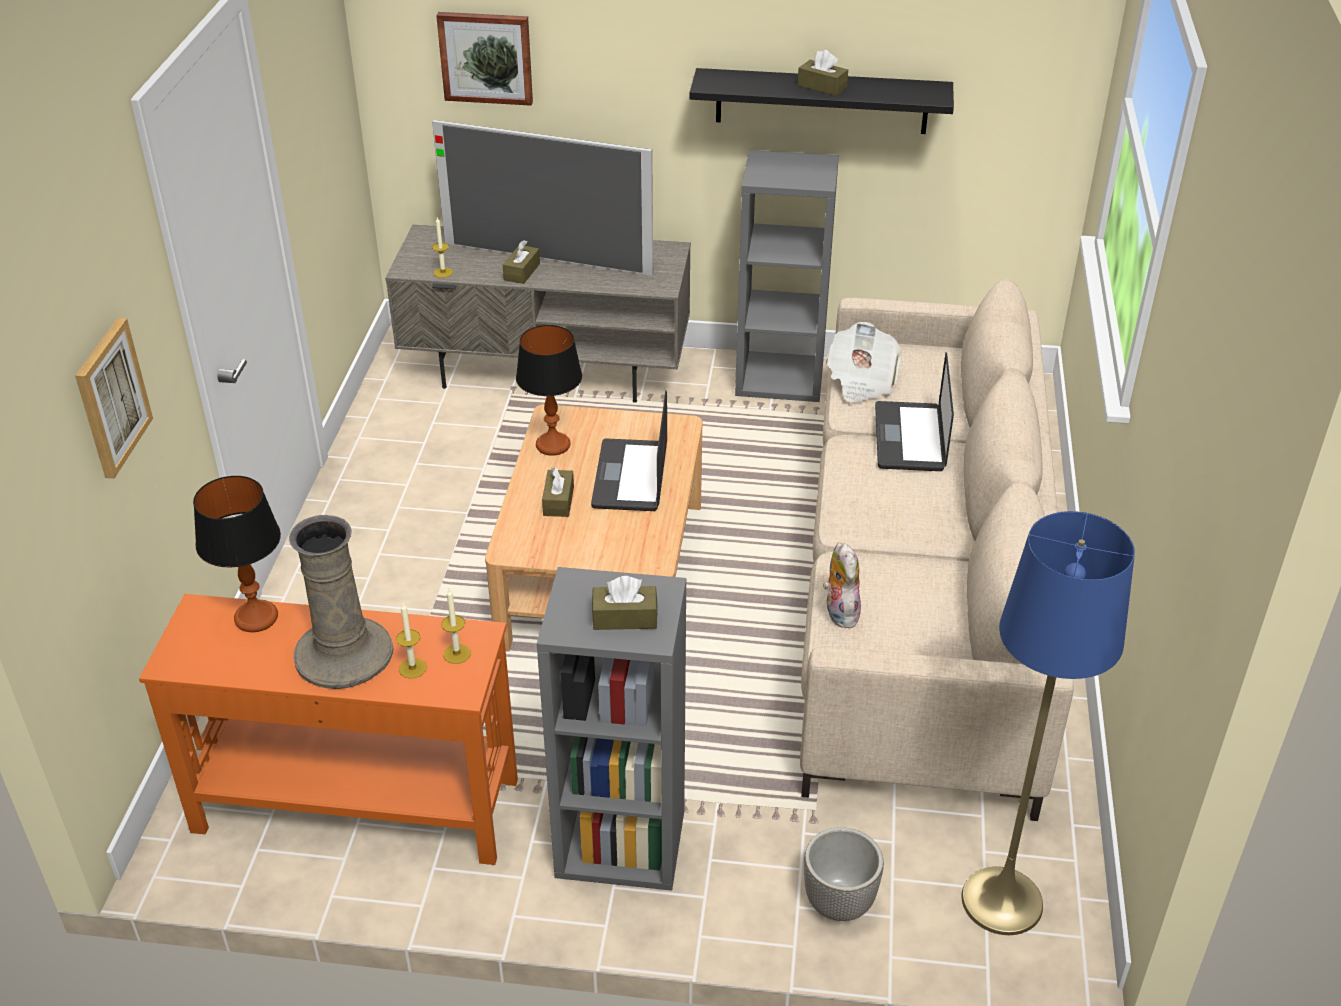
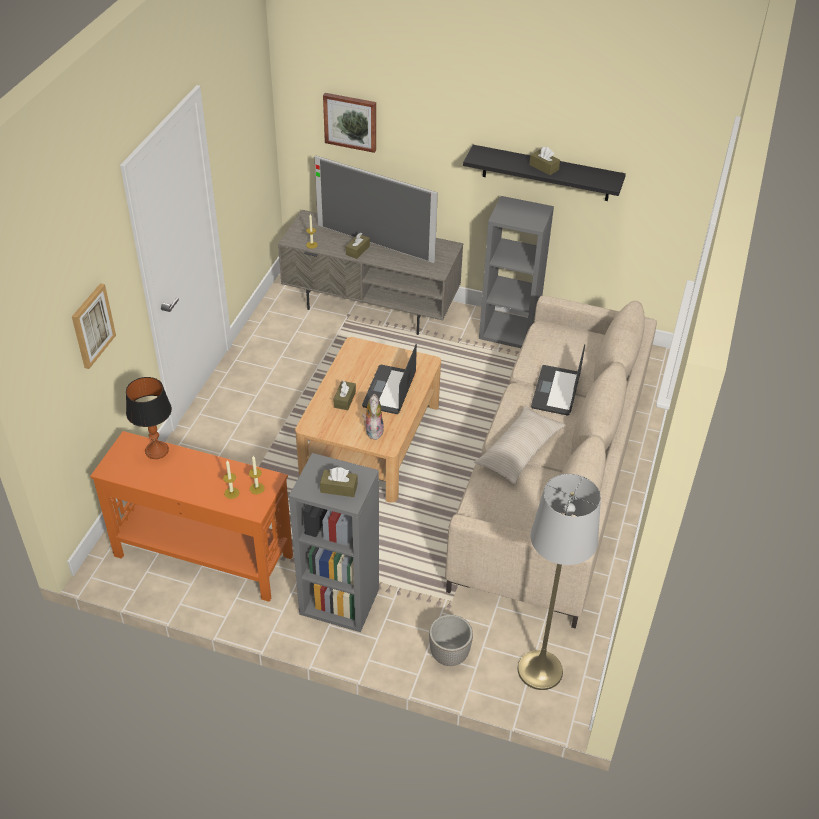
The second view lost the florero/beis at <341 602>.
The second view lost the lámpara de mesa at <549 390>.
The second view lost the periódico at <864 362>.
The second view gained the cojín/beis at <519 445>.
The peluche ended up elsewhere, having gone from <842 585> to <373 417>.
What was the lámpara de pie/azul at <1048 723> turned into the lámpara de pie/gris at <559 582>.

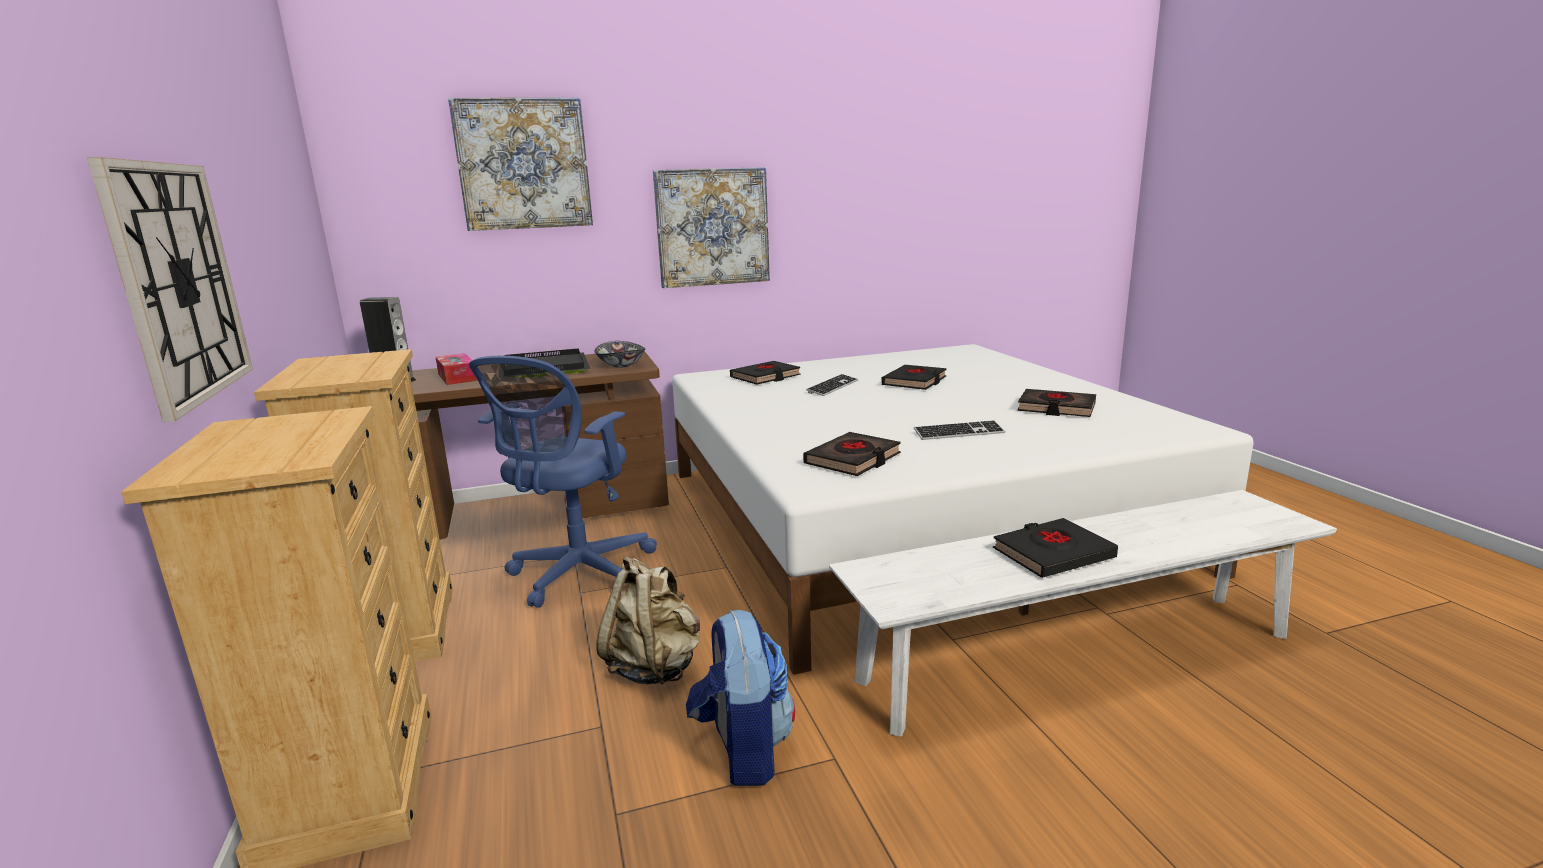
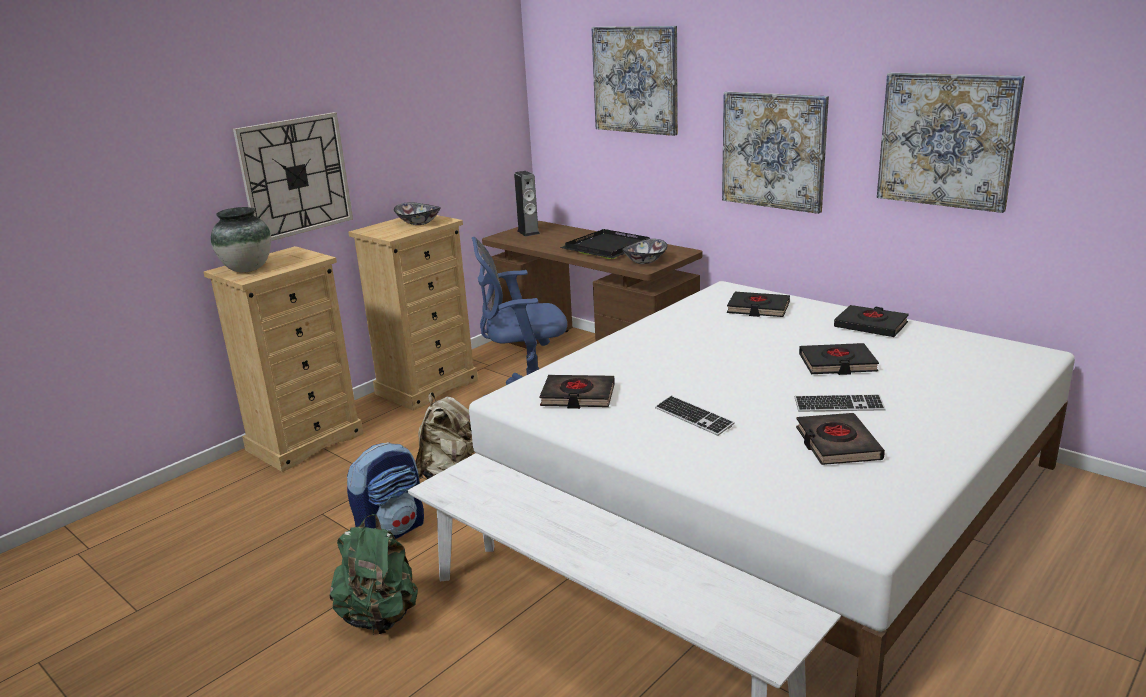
The second view lost the caja de pañuelos at <456 369>.
The second view gained the florero at <241 239>.
The second view gained the mochila/verde at <374 574>.
The second view gained the cuenco at <417 213>.
The second view gained the cuadro at <951 142>.
The teclado ended up elsewhere, having gone from <832 385> to <840 403>.
The libro/negro ended up elsewhere, having gone from <1055 548> to <871 321>.

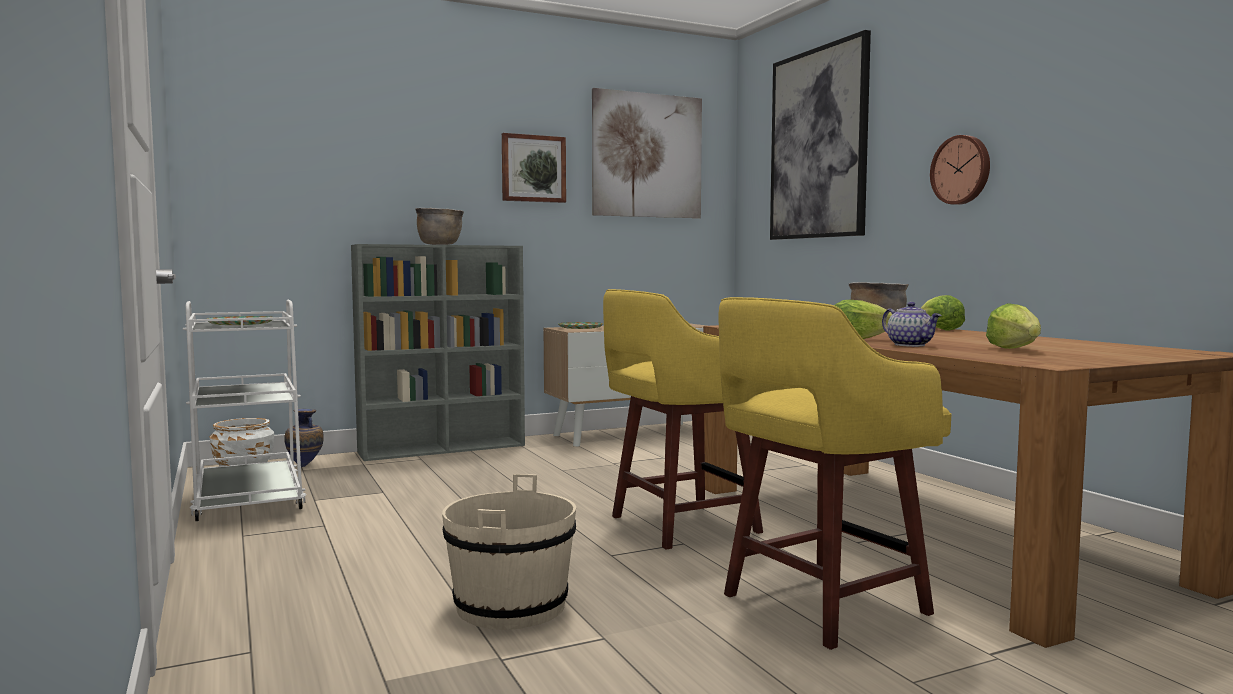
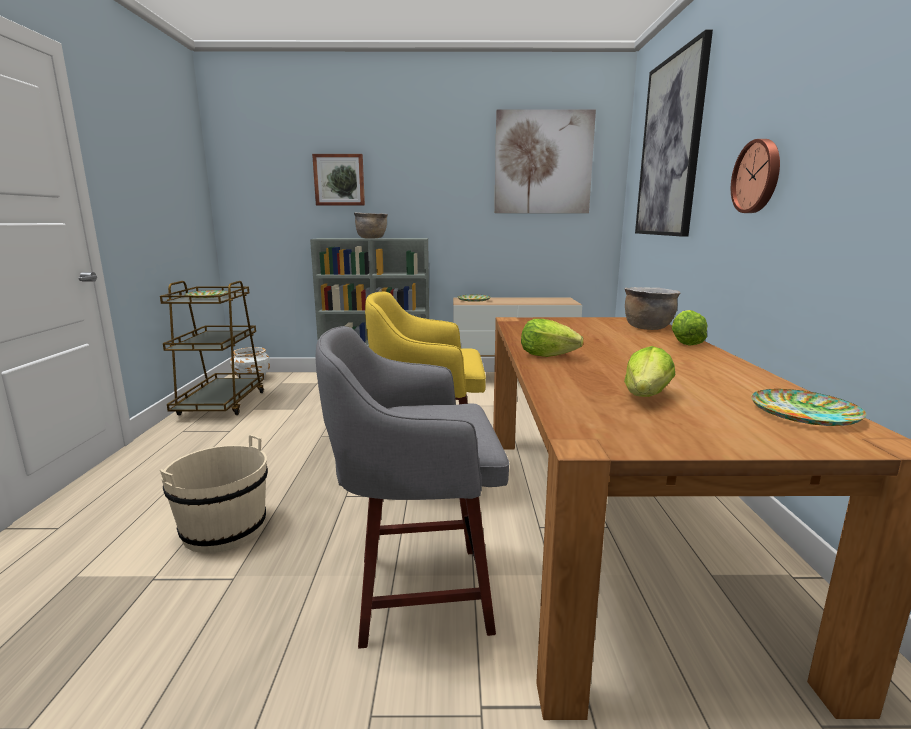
The second view lost the florero at <304 438>.
The second view lost the tetera at <911 324>.
The second view gained the plato at <808 407>.
The cuadro ended up elsewhere, having gone from <534 168> to <338 180>.
What was the carrito/blanco at <244 410> turned into the carrito/marrón at <212 348>.
What was the taburete/amarillo at <835 473> turned into the taburete/gris at <412 487>.

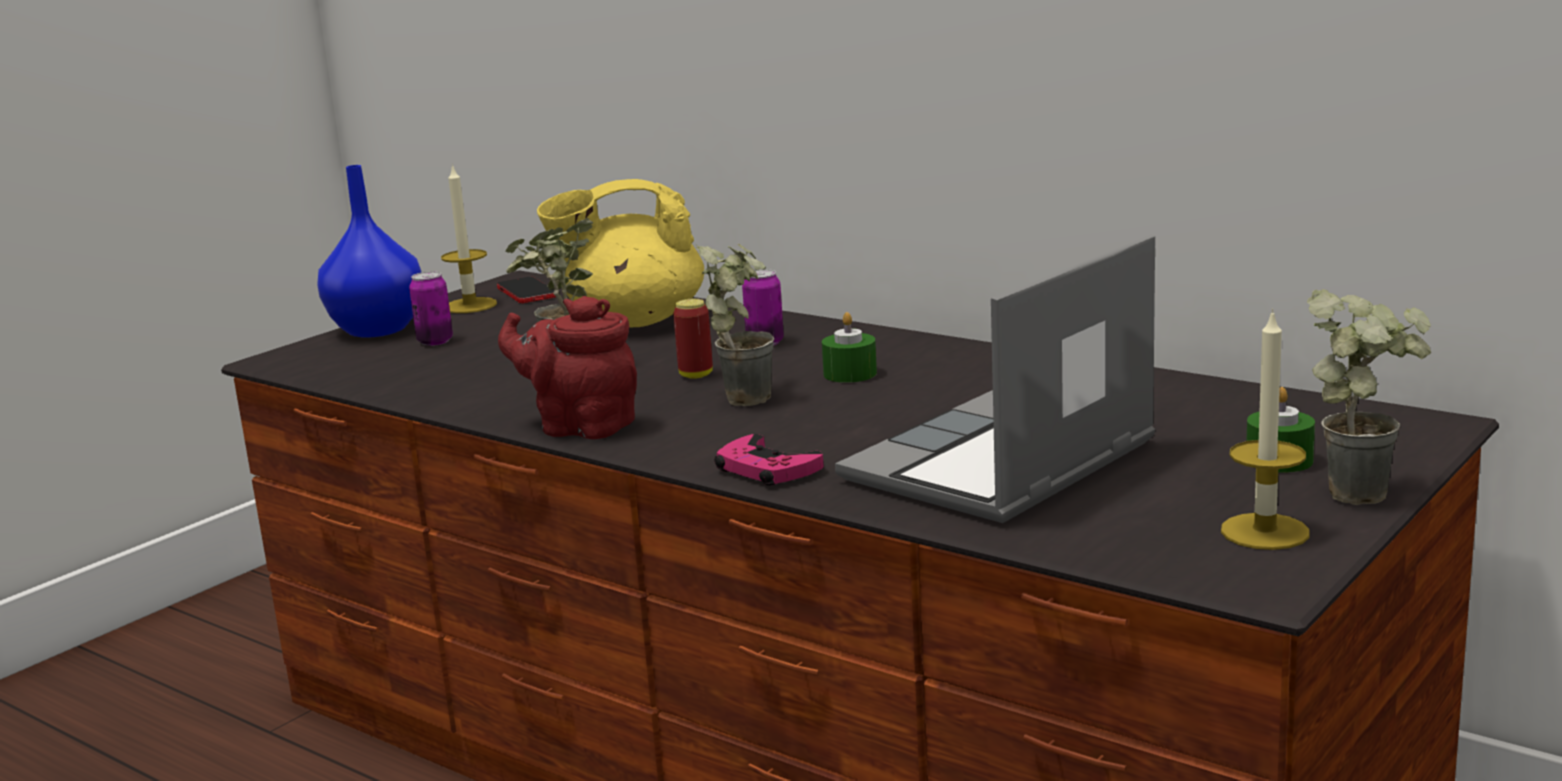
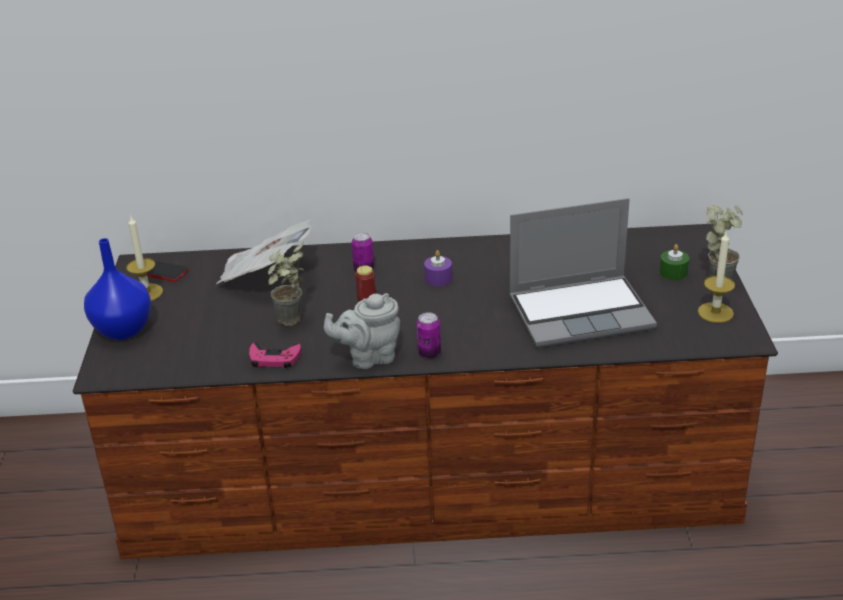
The second view lost the planta en maceta at <735 324>.
The lata ended up elsewhere, having gone from <431 308> to <428 335>.
The mando de consola/rosa ended up elsewhere, having gone from <769 460> to <275 355>.
Where the tetera/amarillo stood at <620 253>, the periódico came to stand at <263 251>.
What was the tetera/rojo at <567 367> turned into the tetera/gris at <362 331>.
What was the vela/verde at <849 347> turned into the vela/morado at <438 268>.
The portátil at <995 378> ended up facing another way, 105 degrees counterclockwise from before.

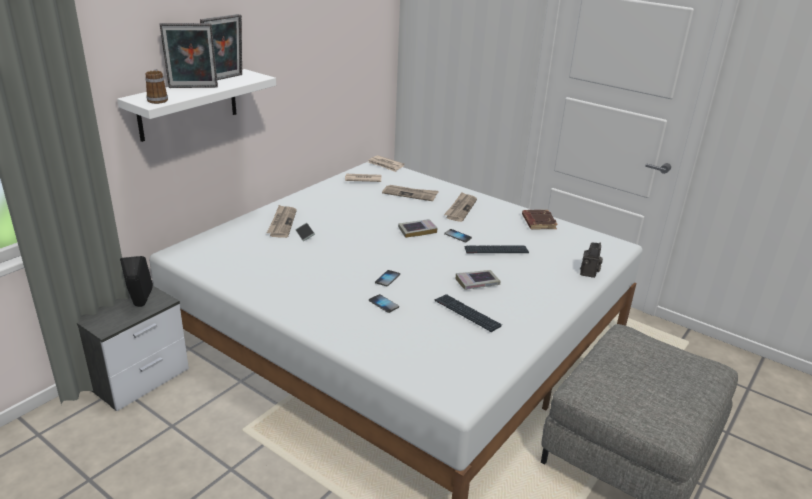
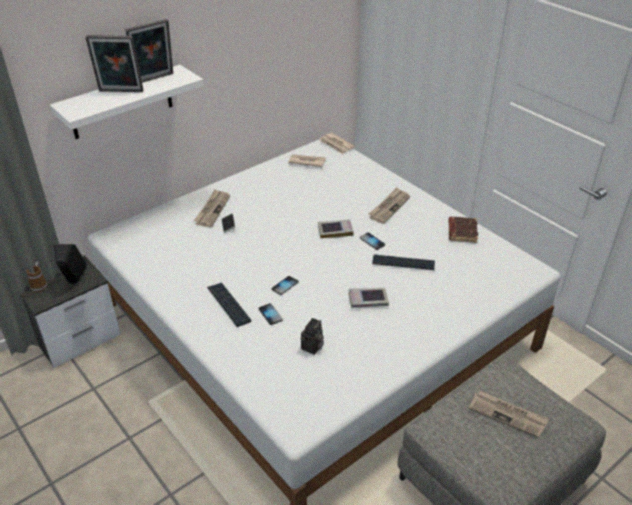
The taza grande ended up elsewhere, having gone from <156 86> to <37 277>.
The periódico ended up elsewhere, having gone from <410 193> to <508 414>.
The teclado ended up elsewhere, having gone from <468 313> to <229 304>.
The cámara ended up elsewhere, having gone from <591 260> to <312 336>.

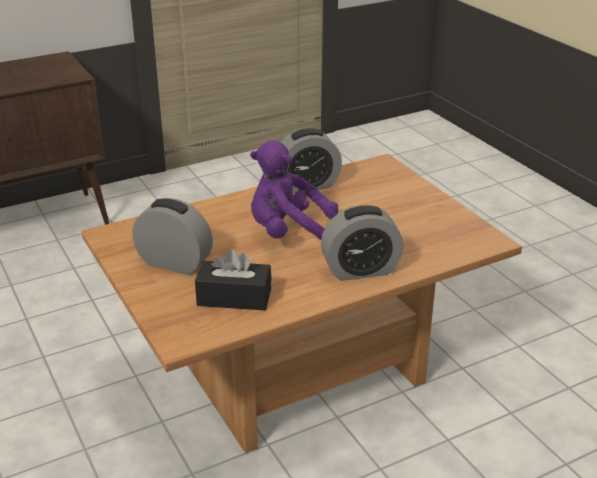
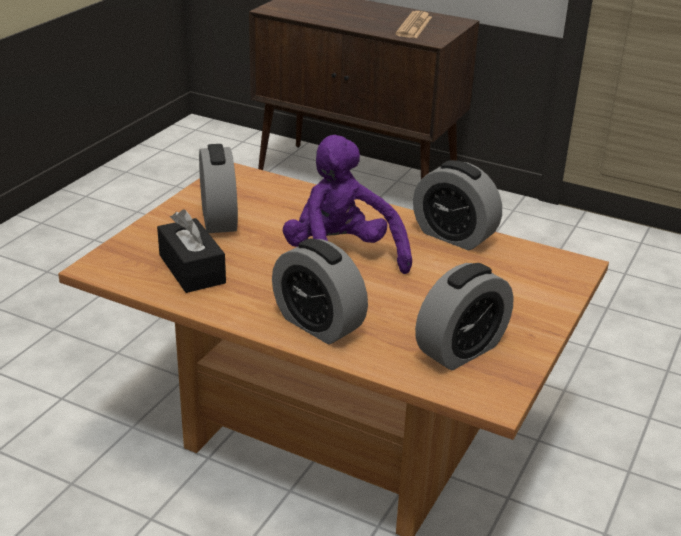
The second view gained the periódico at <413 24>.
The second view gained the despertador at <464 316>.

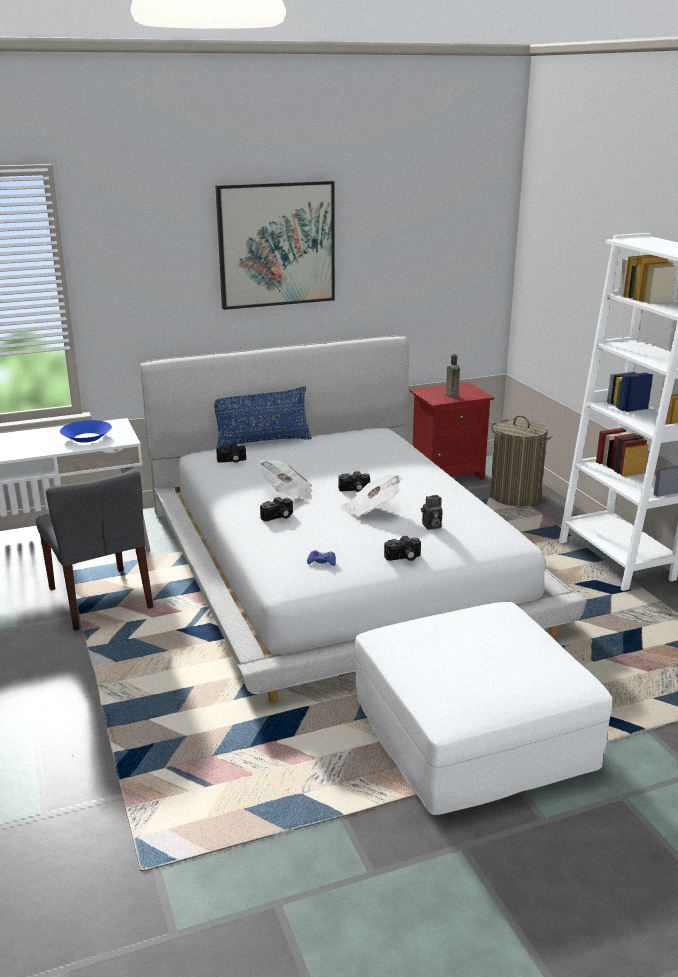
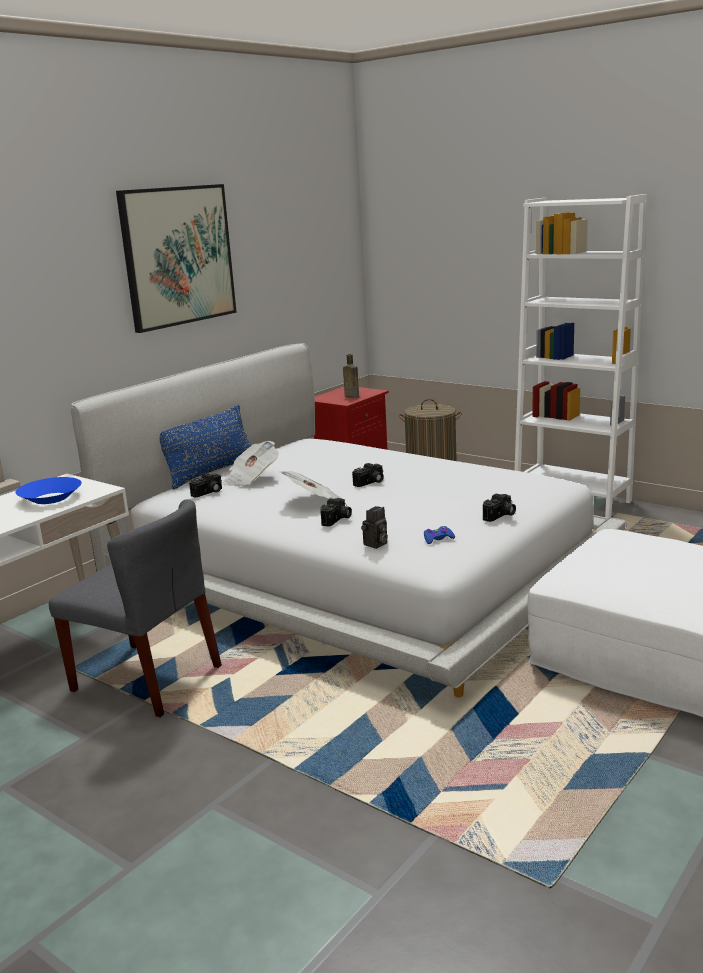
The periódico ended up elsewhere, having gone from <372 495> to <251 463>.
The cámara ended up elsewhere, having gone from <432 512> to <374 527>.

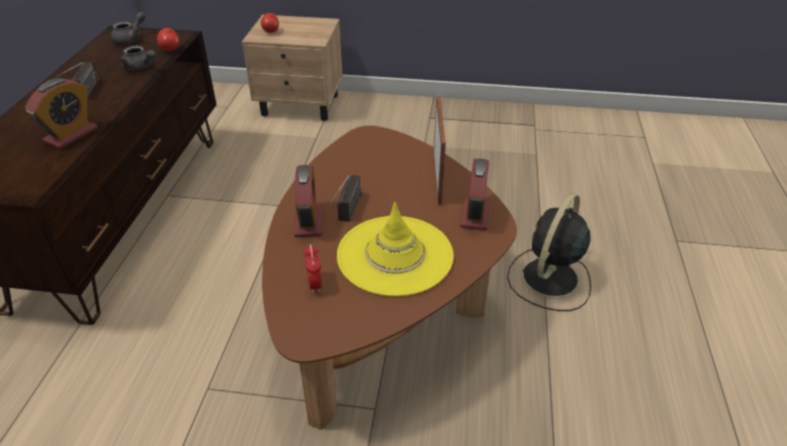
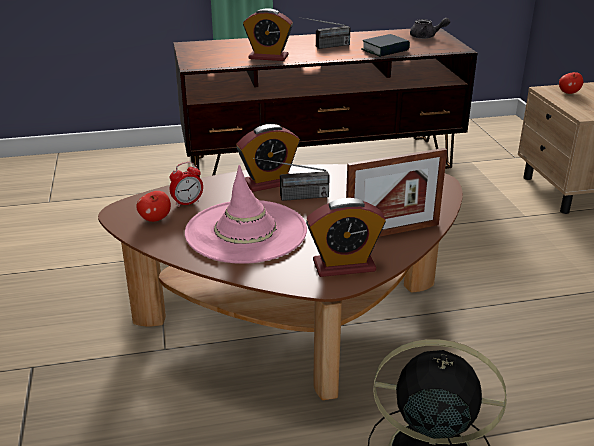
The manzana ended up elsewhere, having gone from <168 39> to <153 206>.
Where the tetera/gris stood at <137 58>, the libro came to stand at <385 45>.
What was the sombrero/amarillo at <395 249> turned into the sombrero/rosa at <246 214>.

